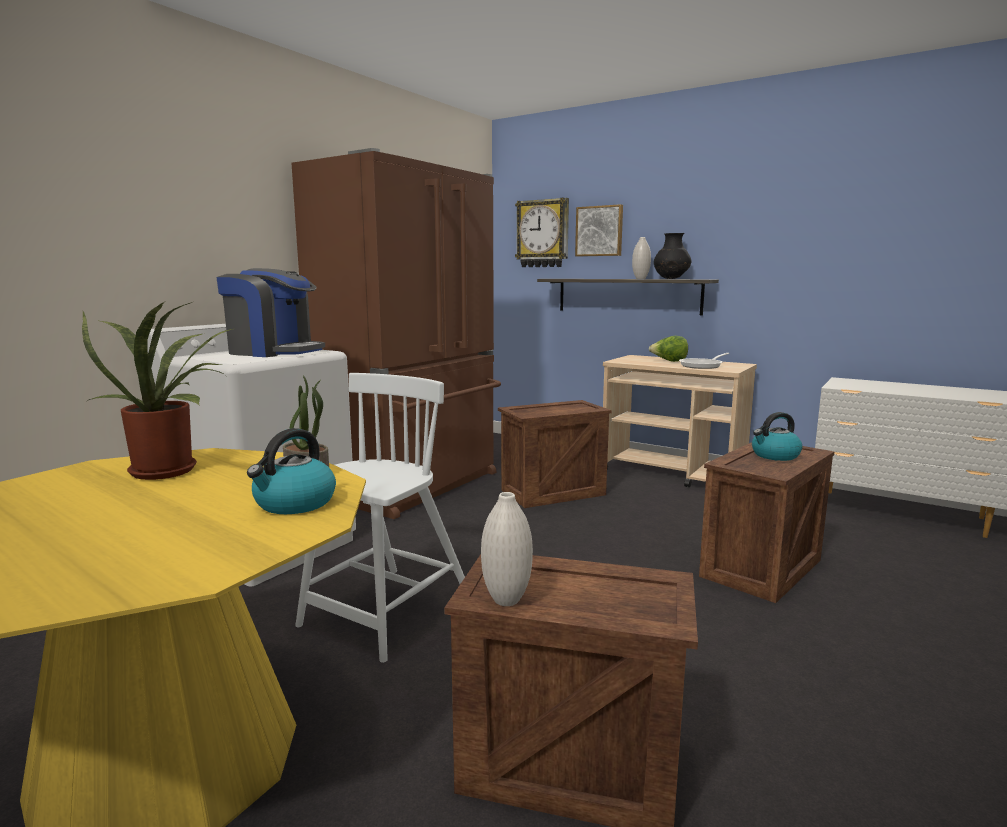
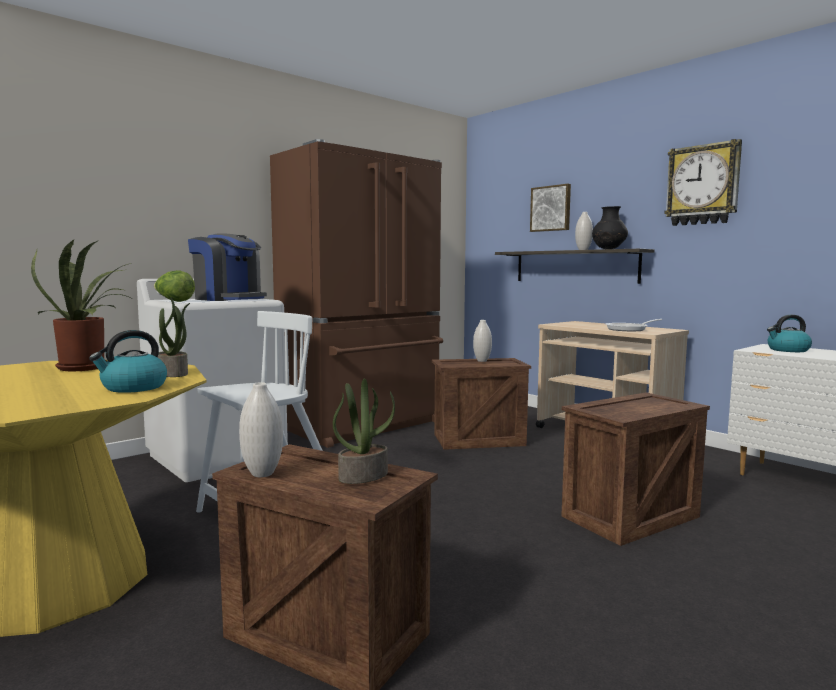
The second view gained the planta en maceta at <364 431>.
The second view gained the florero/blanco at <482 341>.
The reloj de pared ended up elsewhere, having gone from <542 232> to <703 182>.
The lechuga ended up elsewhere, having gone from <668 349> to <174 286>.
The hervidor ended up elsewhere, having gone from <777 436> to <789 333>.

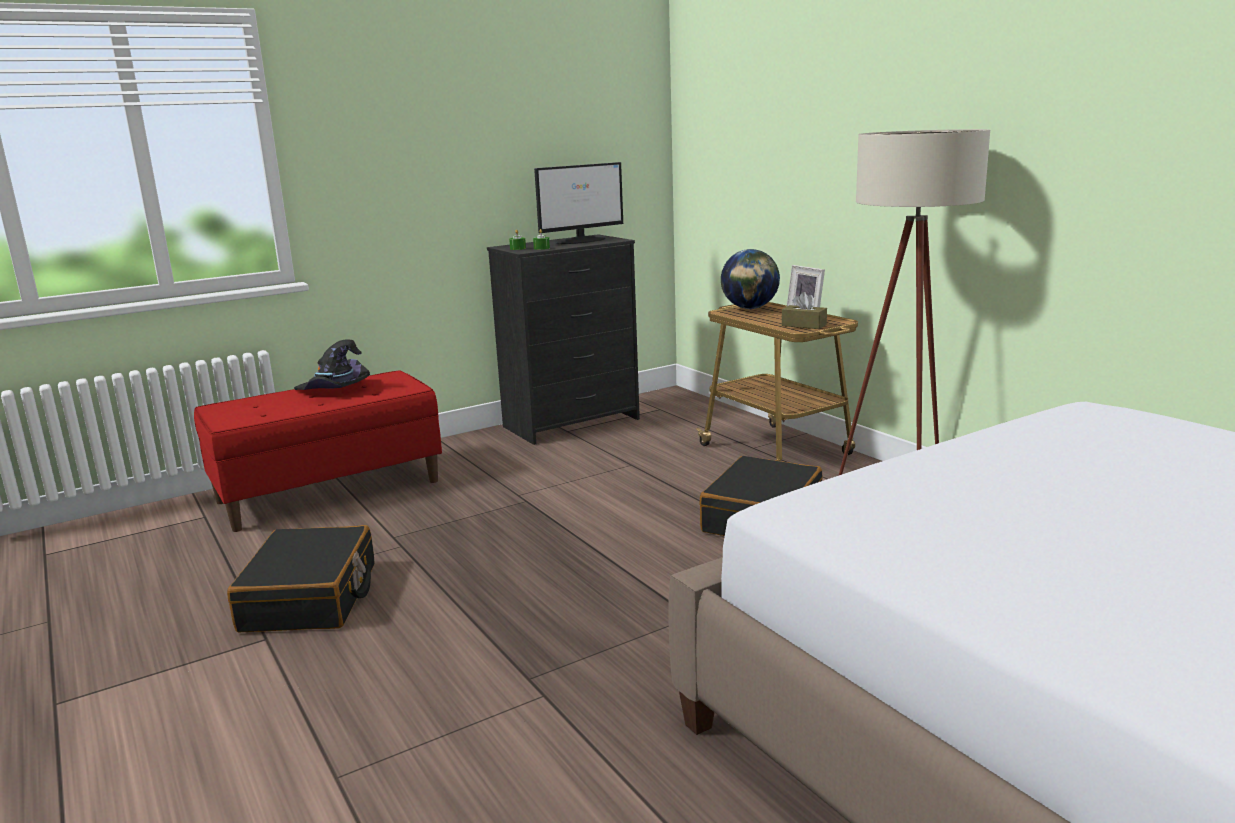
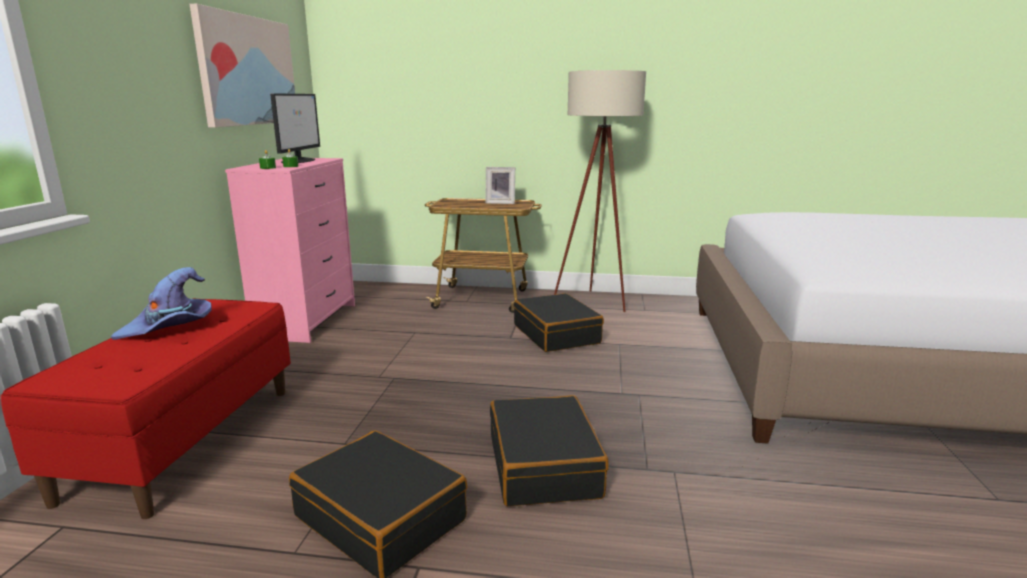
The second view lost the globo terráqueo at <750 279>.
The second view lost the caja de pañuelos/marrón at <804 310>.
The second view gained the cuadro at <242 66>.
The second view gained the maleta/negro at <549 450>.
What was the sombrero/negro at <332 364> turned into the sombrero/morado at <161 303>.
What was the cómoda/negro at <563 339> turned into the cómoda/rosa at <290 250>.

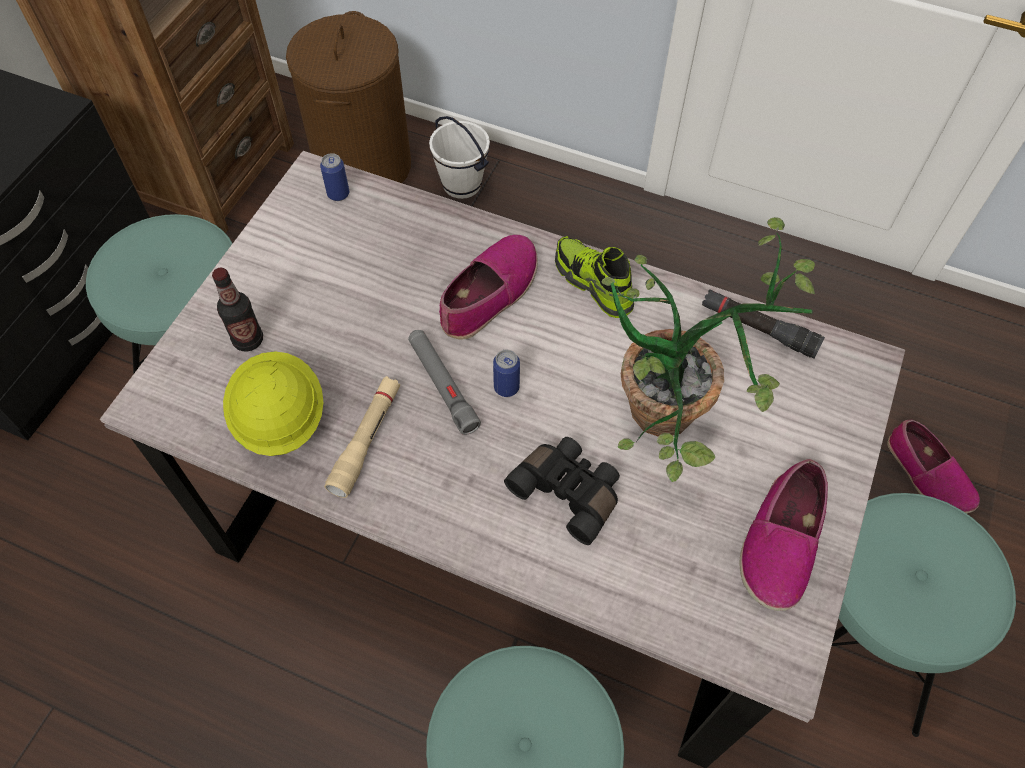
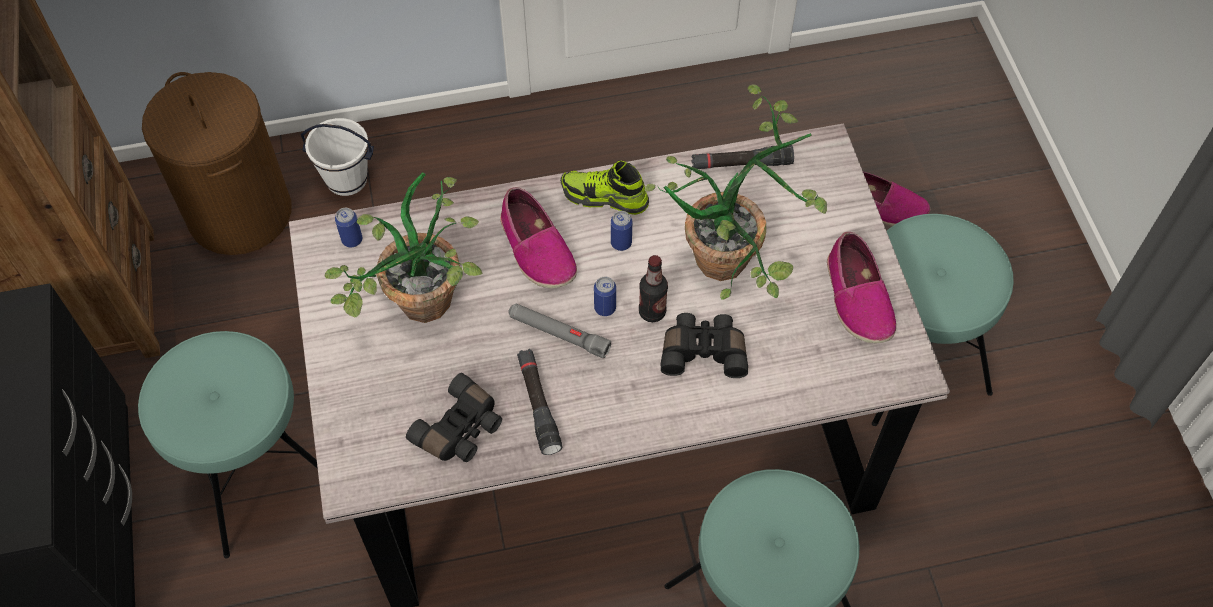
The second view gained the planta en maceta at <403 247>.
The second view gained the lata at <621 231>.
The botella ended up elsewhere, having gone from <237 310> to <653 288>.
Where the casco/amarillo stood at <273 403>, the prismáticos/negro came to stand at <454 417>.
What was the linterna/beis at <362 437> turned into the linterna/negro at <539 402>.
The zapato at <488 287> ended up facing another way, 150 degrees clockwise from before.

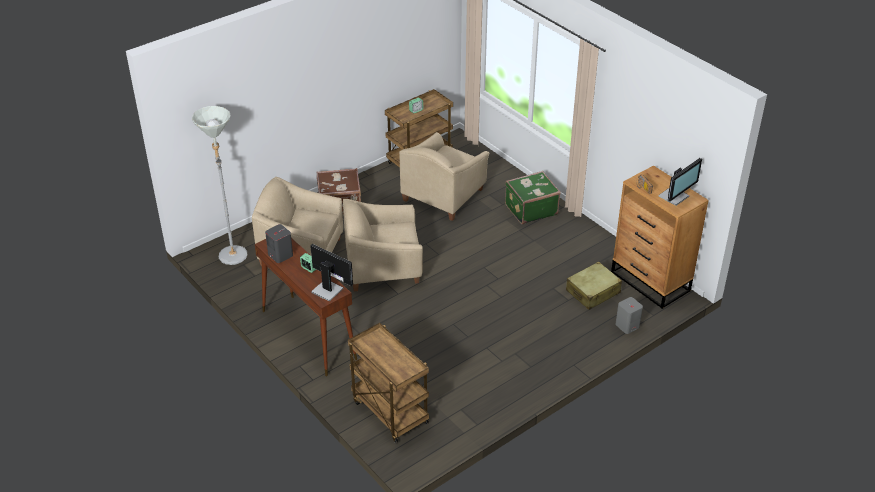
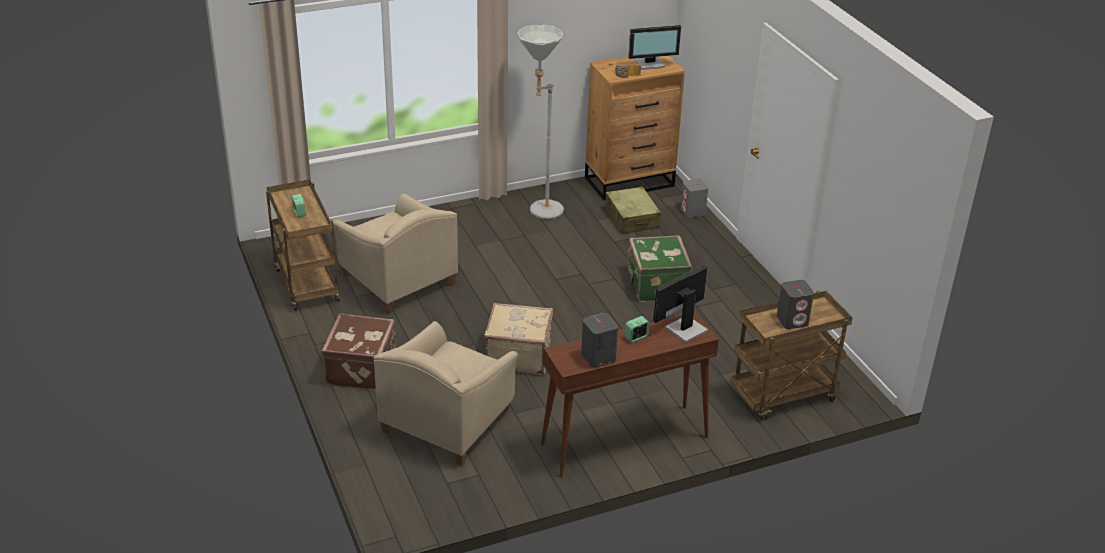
The second view gained the altavoz/gris at <795 304>.
The lámpara de pie/gris ended up elsewhere, having gone from <219 185> to <540 121>.
The maleta/verde ended up elsewhere, having gone from <533 198> to <659 268>.
Where the sillón/beis stood at <383 245>, the maleta/beis came to stand at <518 339>.
The monitor at <680 182> ended up facing another way, 105 degrees clockwise from before.

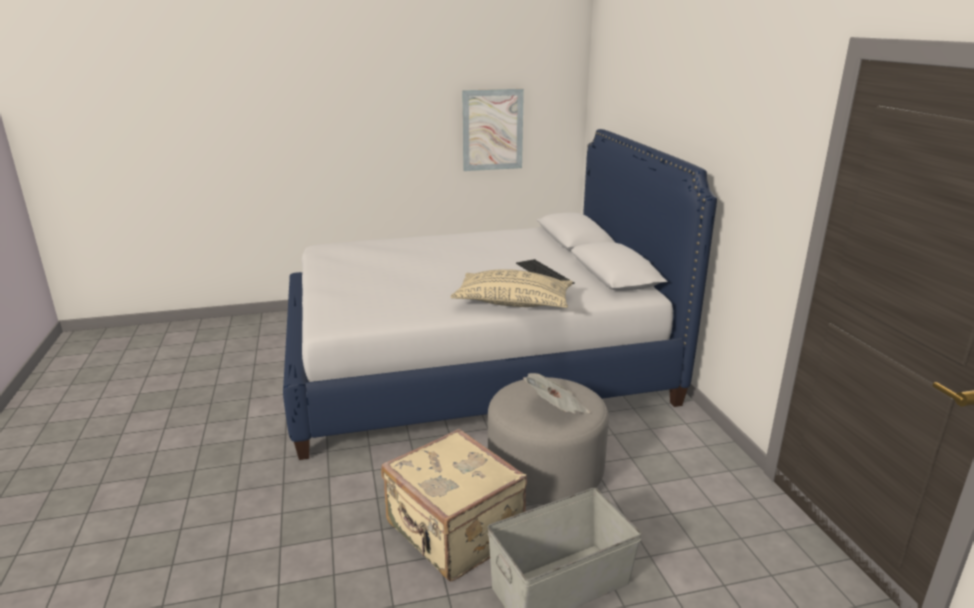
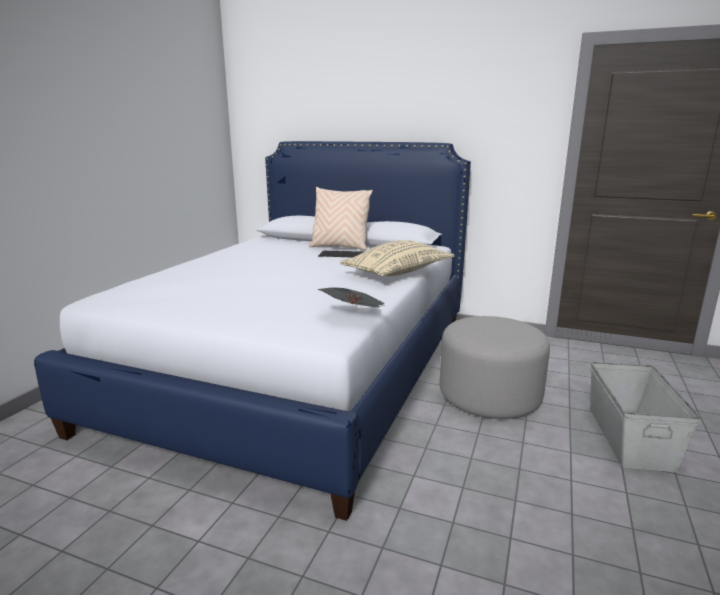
The second view lost the maleta/beis at <454 505>.
The second view lost the cuadro at <493 130>.
The second view gained the cojín/beis at <341 218>.
The periódico ended up elsewhere, having gone from <556 393> to <350 297>.

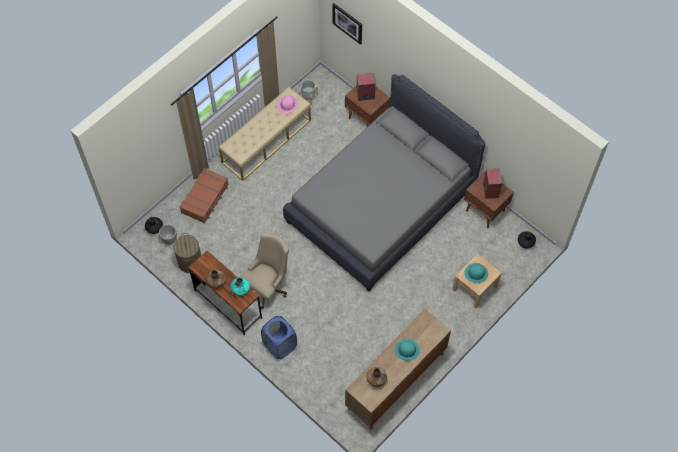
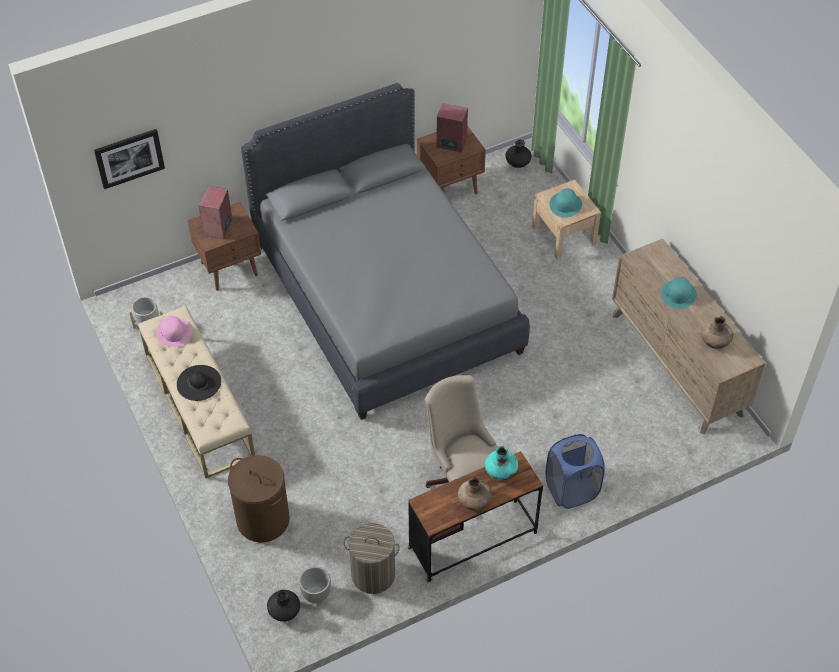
The second view gained the sombrero/negro at <199 383>.
Where the maleta/marrón stood at <204 195>, the cesto de la ropa/marrón came to stand at <259 498>.

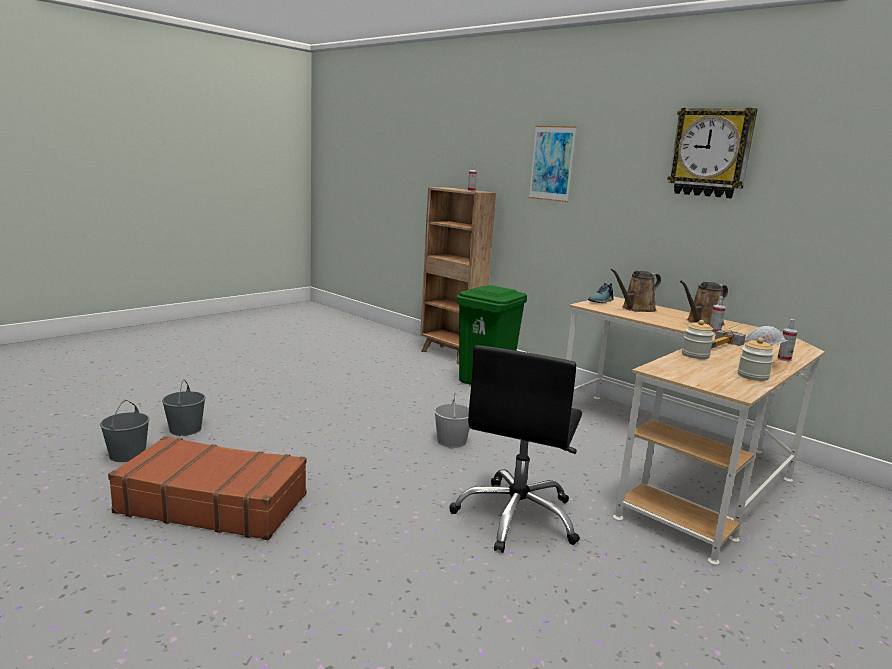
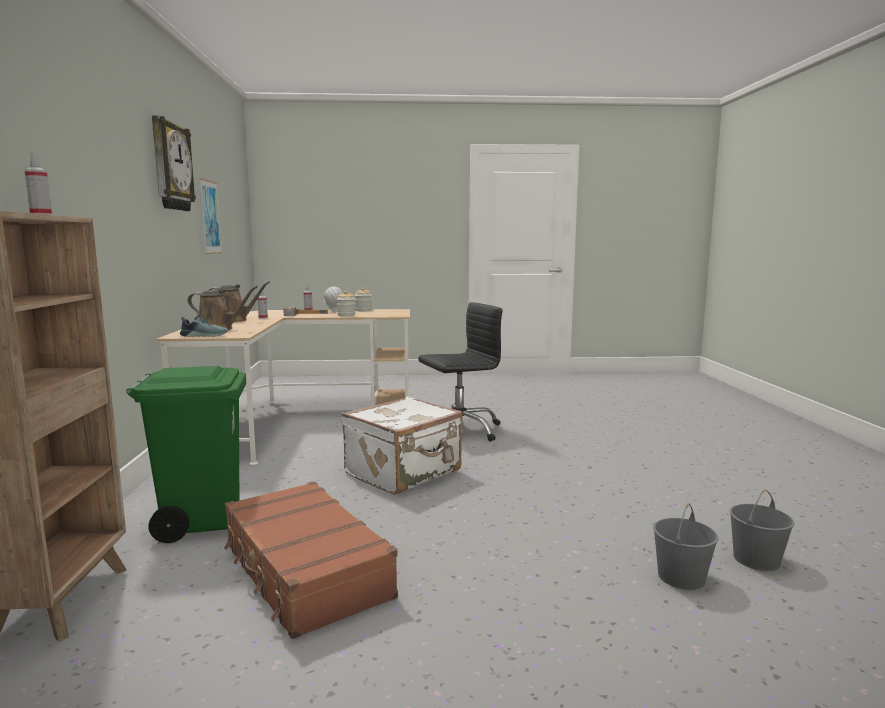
The maleta/marrón ended up elsewhere, having gone from <207 488> to <311 560>.
The cuadro ended up elsewhere, having gone from <553 164> to <210 216>.
Where the cubo/blanco stood at <452 420>, the maleta/blanco came to stand at <402 445>.

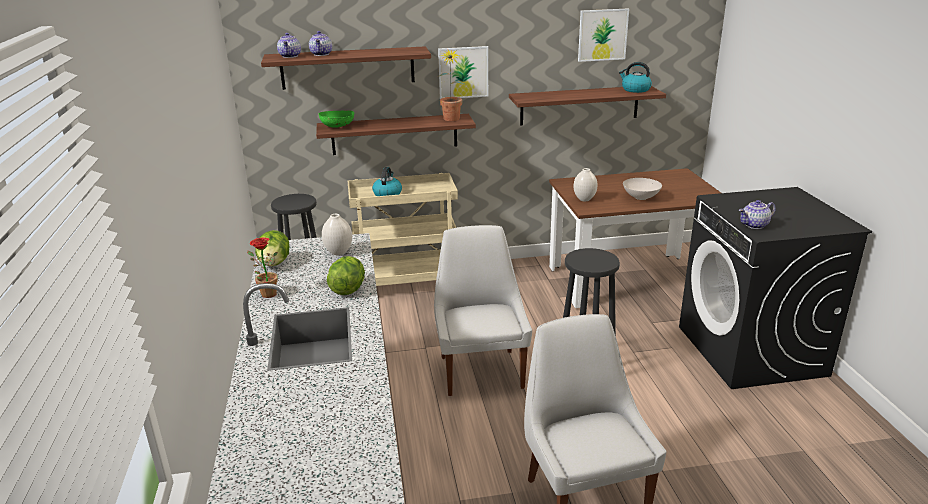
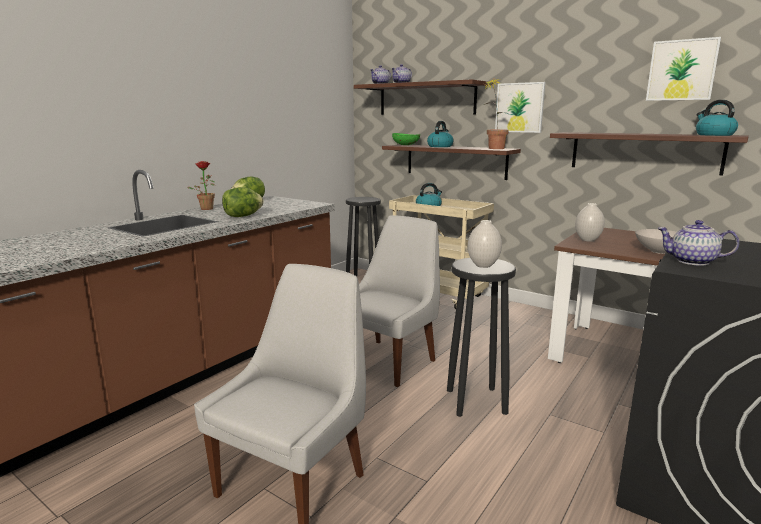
The second view gained the hervidor at <440 134>.
The florero/blanco ended up elsewhere, having gone from <337 234> to <485 244>.

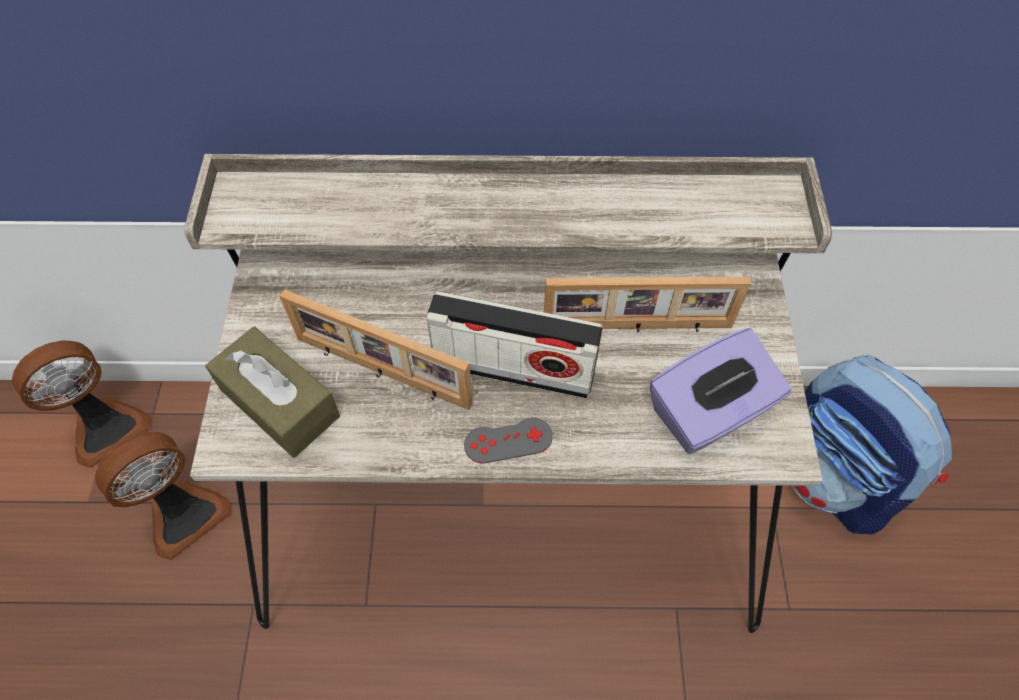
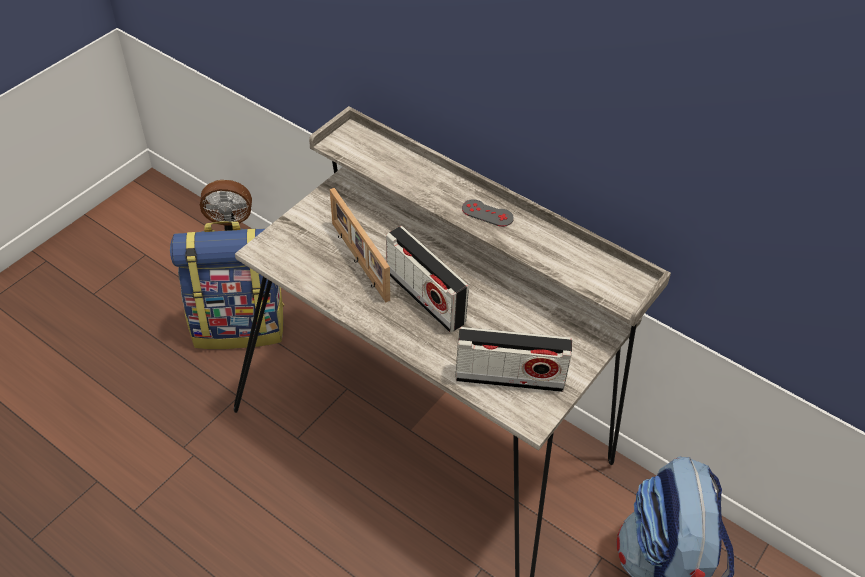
The second view lost the caja de pañuelos/marrón at <272 392>.
The second view lost the portarretratos at <647 304>.
The mando de consola/gris ended up elsewhere, having gone from <508 440> to <488 213>.
Where the ventilador stood at <163 496>, the mochila came to stand at <227 285>.
Where the caja de pañuelos/morado stood at <720 391>, the radio came to stand at <513 359>.

